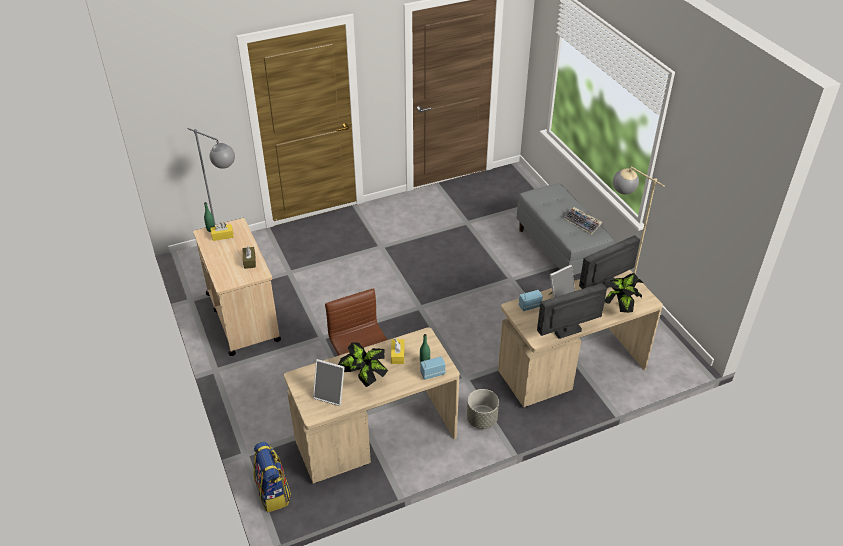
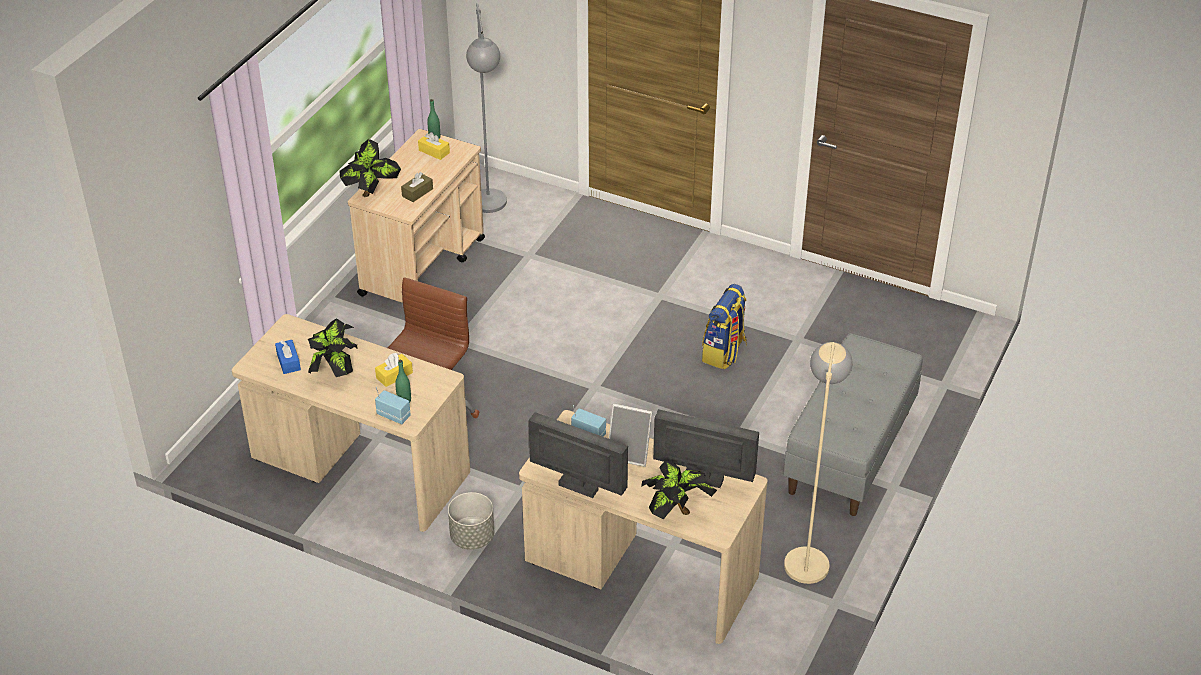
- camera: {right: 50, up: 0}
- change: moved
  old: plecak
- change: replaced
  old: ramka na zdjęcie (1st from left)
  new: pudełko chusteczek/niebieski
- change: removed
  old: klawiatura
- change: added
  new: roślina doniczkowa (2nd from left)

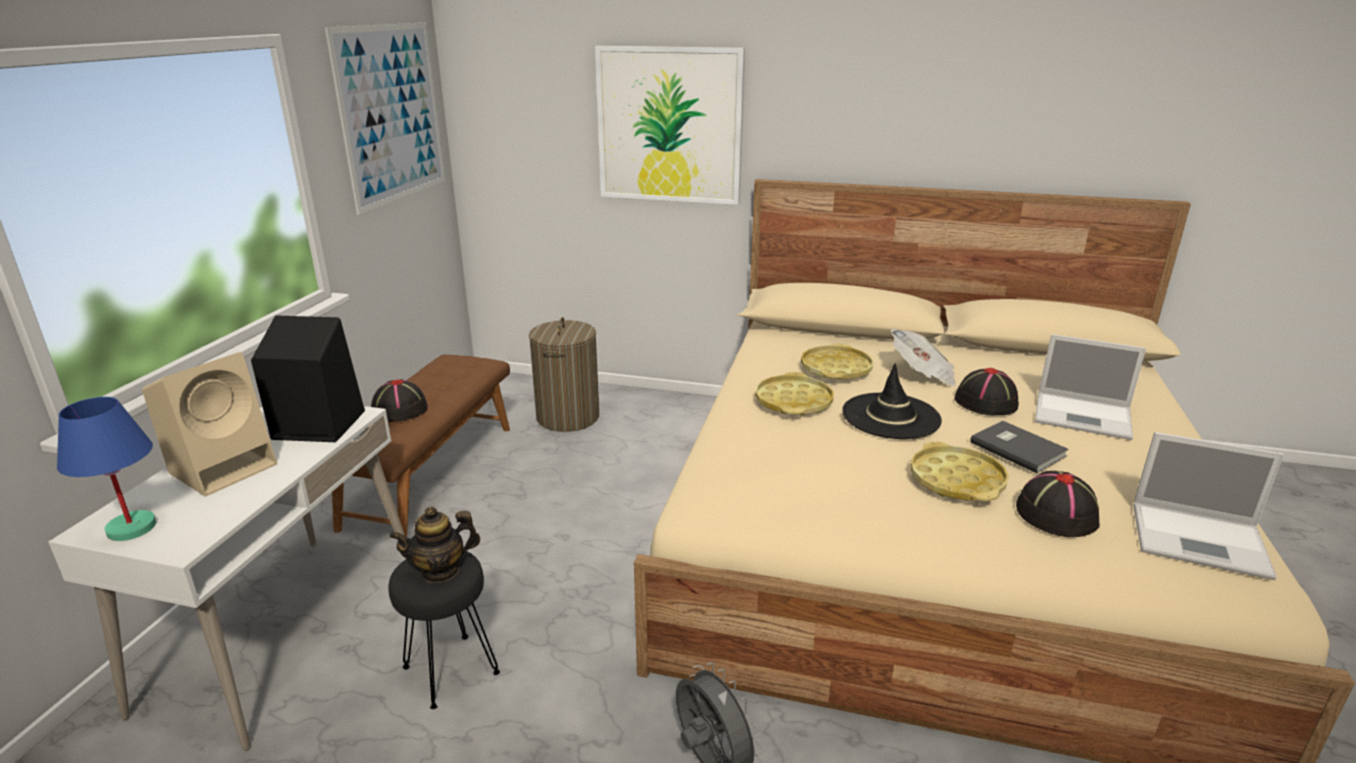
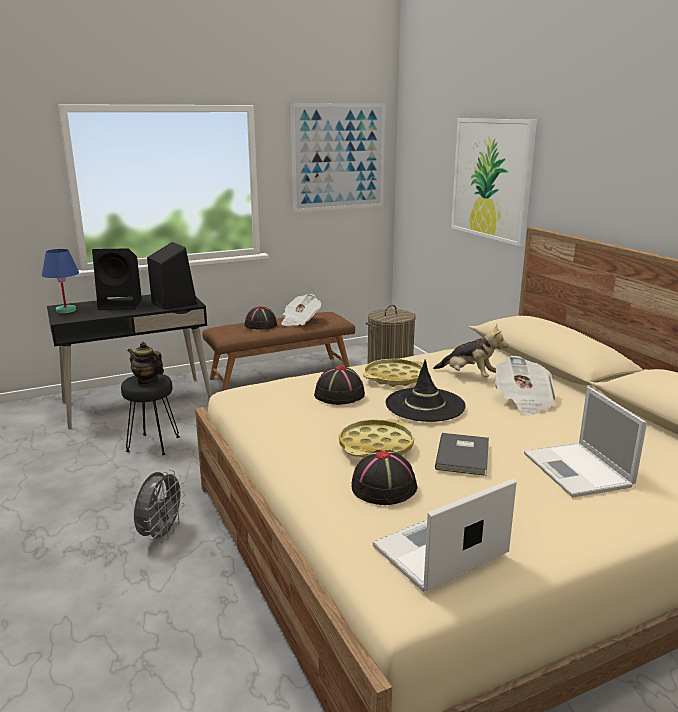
- camera: {right: 50, up: -5}
- change: recoloured
  old: biurko/biały
  new: biurko/czarny
- change: recoloured
  old: głośnik/beżowy
  new: głośnik/czarny (1st from left)
- change: replaced
  old: taca/żółty (2nd from left)
  new: pluszak
- change: moved
  old: kapelusz/czarny (3rd from left in the first image)
  new: kapelusz/czarny (2nd from left)
- change: turned
  old: laptop (2nd from left in the first image)
  degrees: 75
- change: added
  new: gazeta (1st from left)

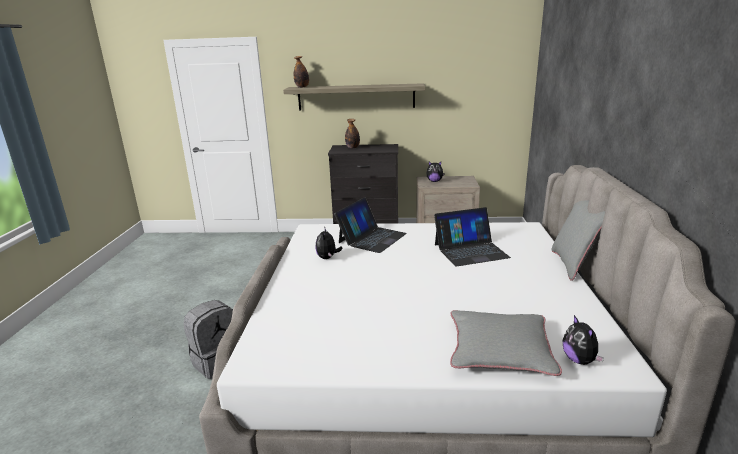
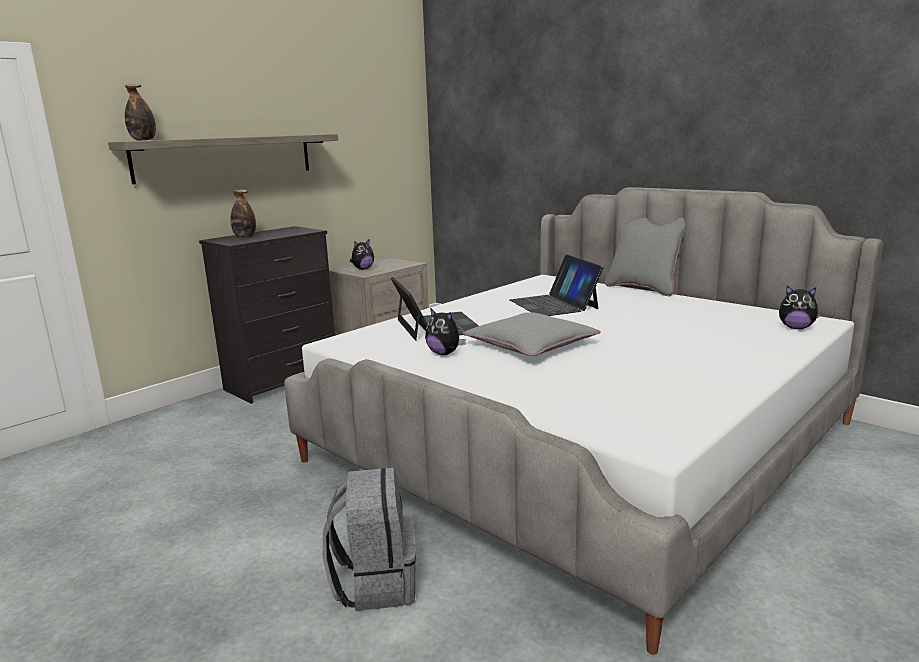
- camera: {right: -50, up: -5}
- change: turned
  old: laptop (2nd from left)
  degrees: 135
- change: moved
  old: poduszka/szary (1st from left)

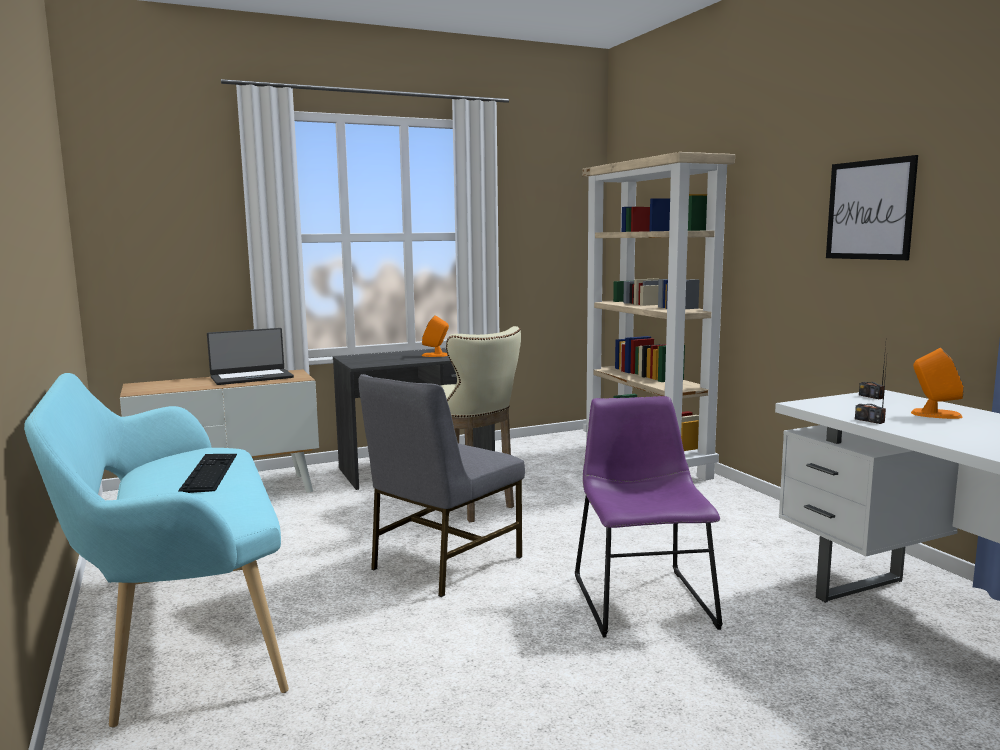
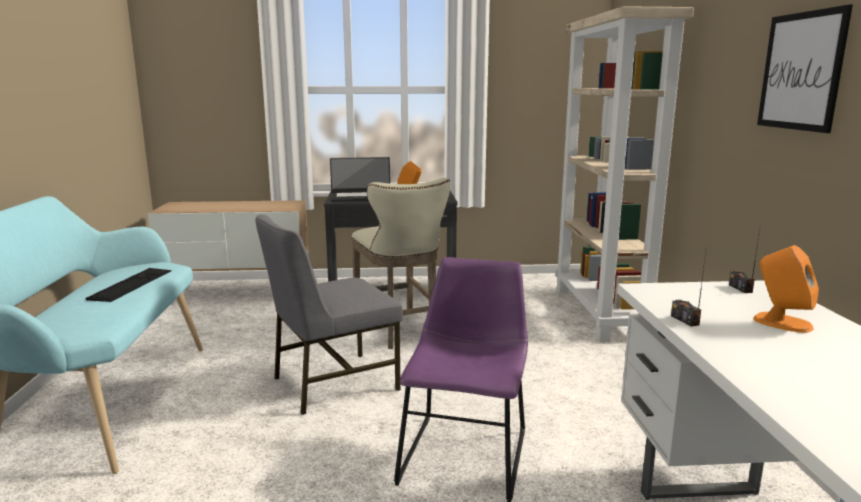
- camera: {right: 20, up: 5}
- change: moved
  old: laptop

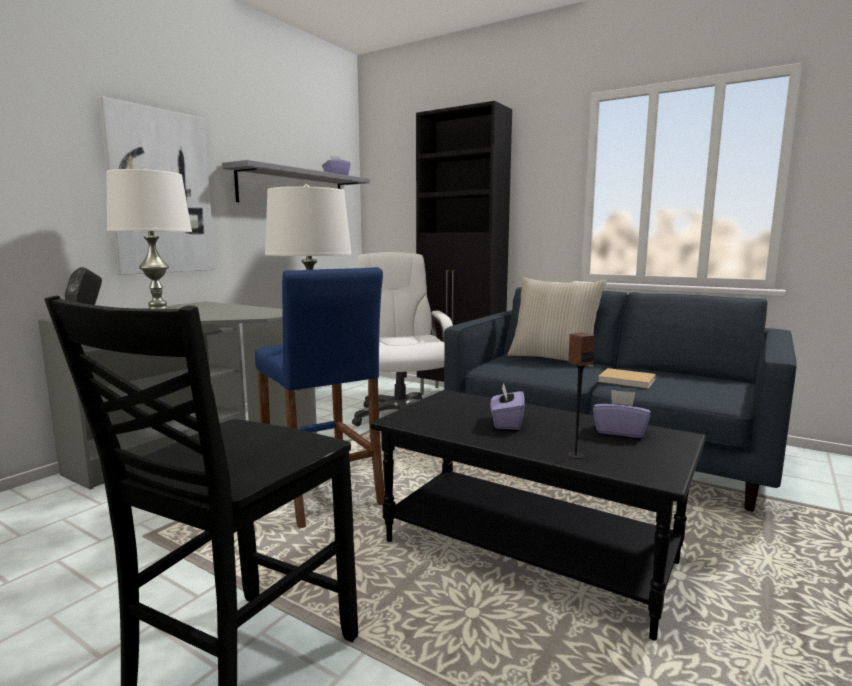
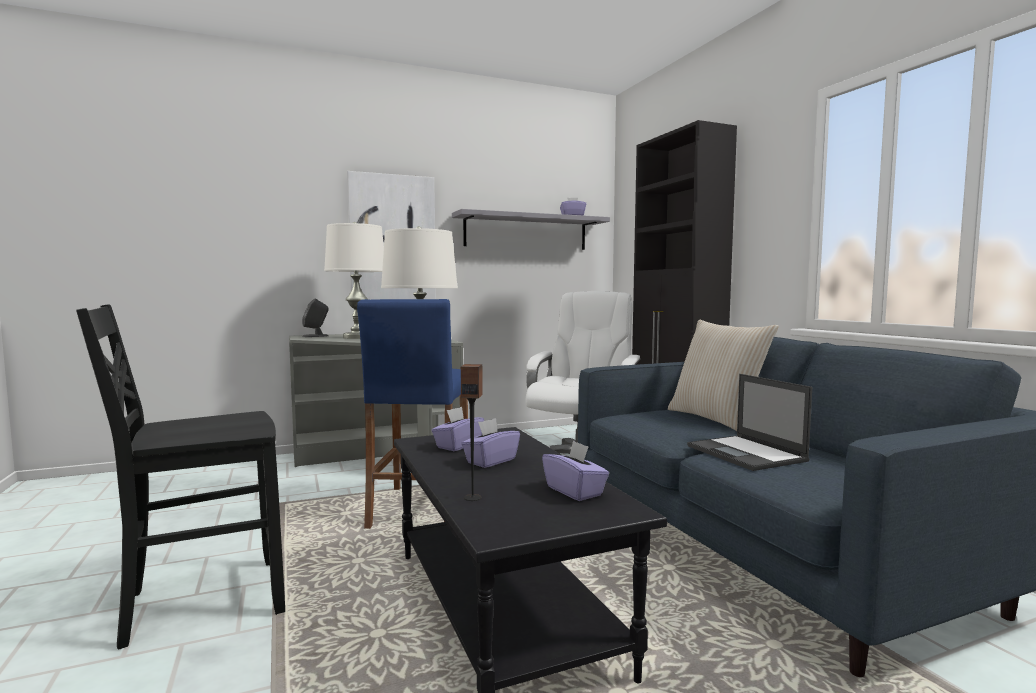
- camera: {right: 35, up: -5}
- change: replaced
  old: książka/beżowy
  new: laptop
- change: added
  new: pudełko chusteczek/fioletowy (1st from left)

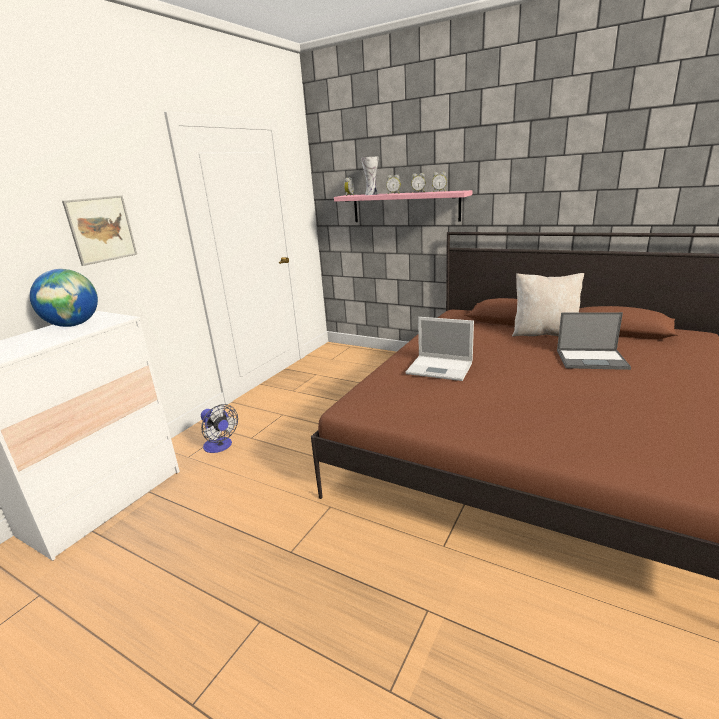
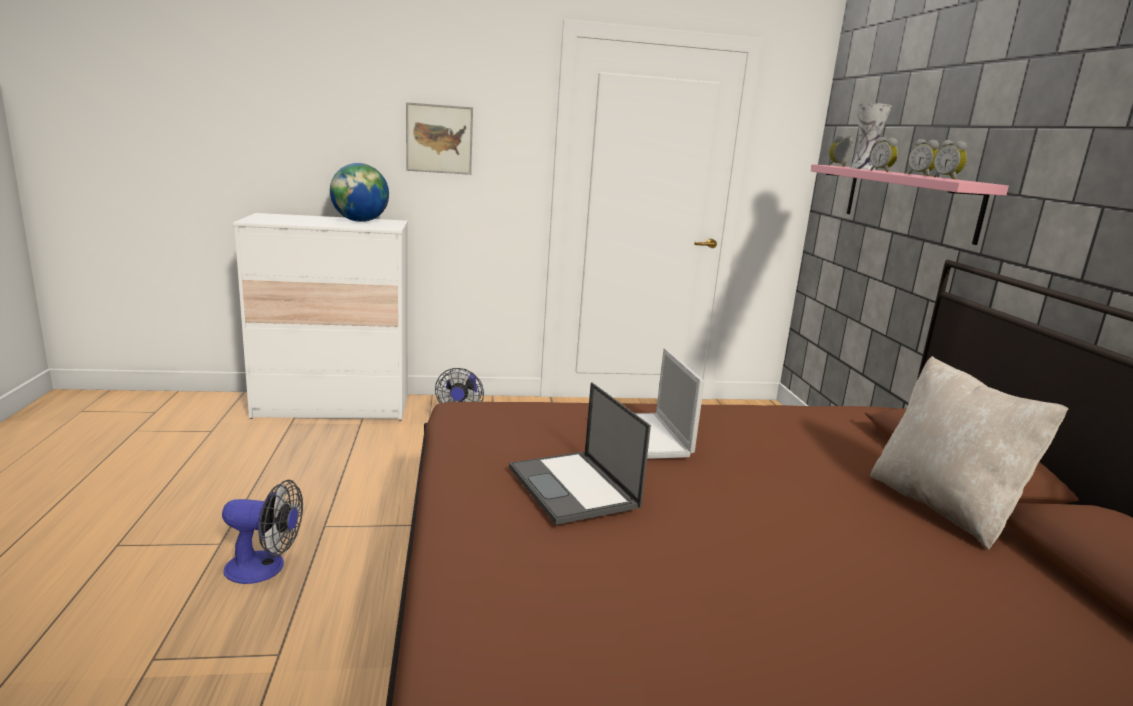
- camera: {right: 50, up: -5}
- change: moved
  old: laptop (2nd from left in the first image)
  new: laptop (1st from left)
- change: added
  new: wentylator (1st from left)

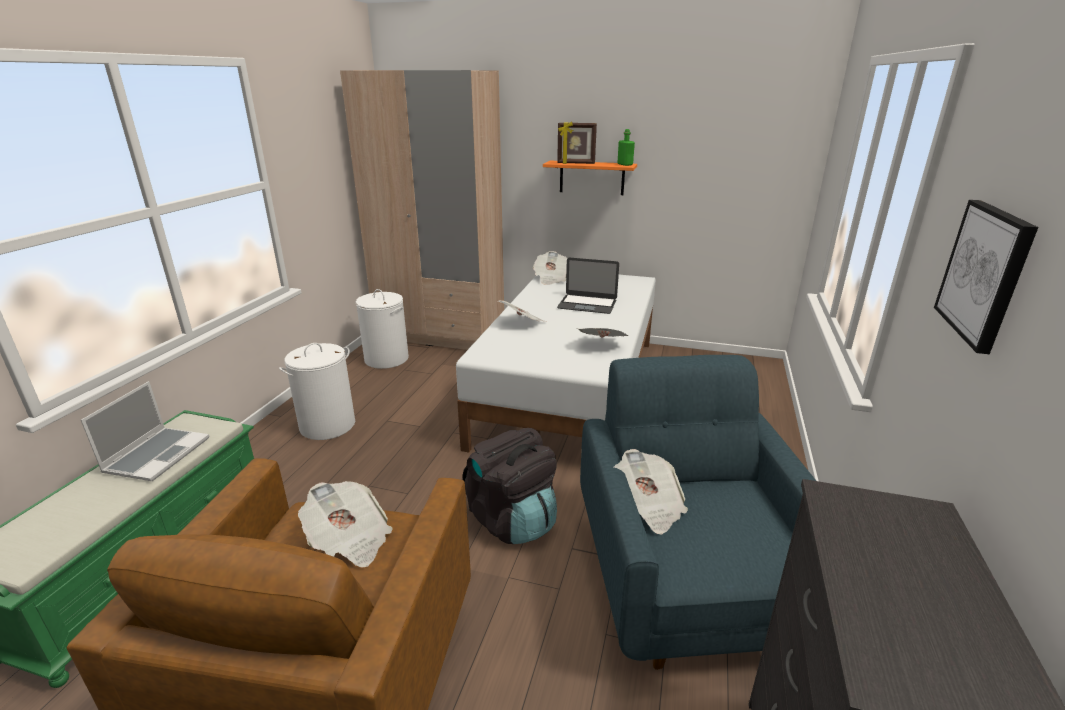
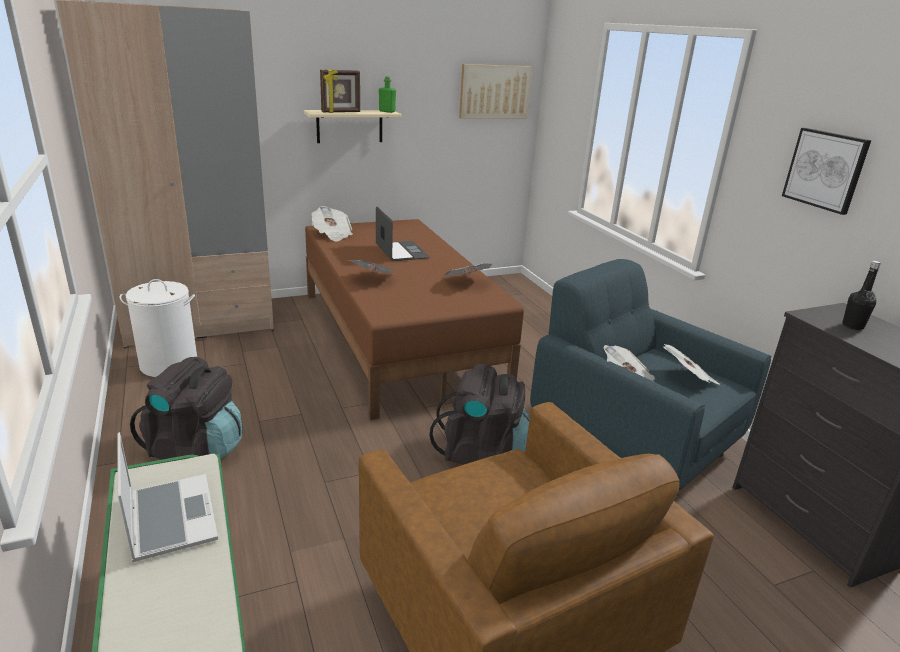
- camera: {right: -40, up: 0}
- change: replaced
  old: kosz na pranie/biały (1st from left)
  new: plecak/czarny (1st from left)
- change: moved
  old: gazeta (1st from left in the first image)
  new: gazeta (5th from left)
- change: recoloured
  old: łóżko/biały
  new: łóżko/brązowy
- change: recoloured
  old: półka/pomarańczowy
  new: półka/beżowy
- change: turned
  old: laptop (2nd from left)
  degrees: -90
- change: added
  new: obraz (1st from left)
- change: added
  new: butelka/czarny

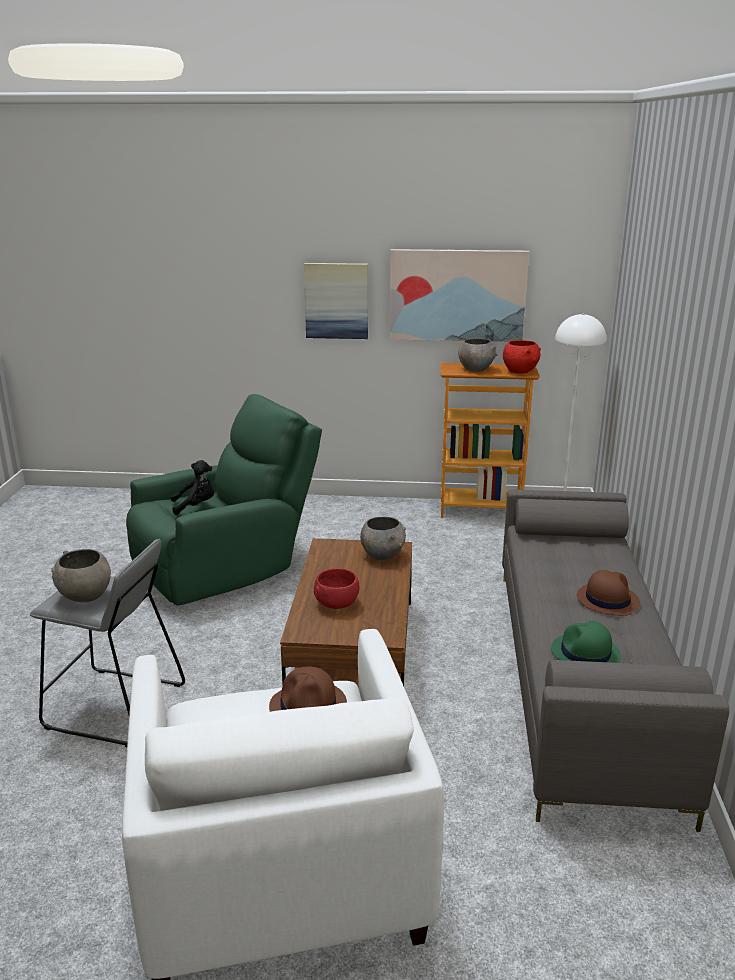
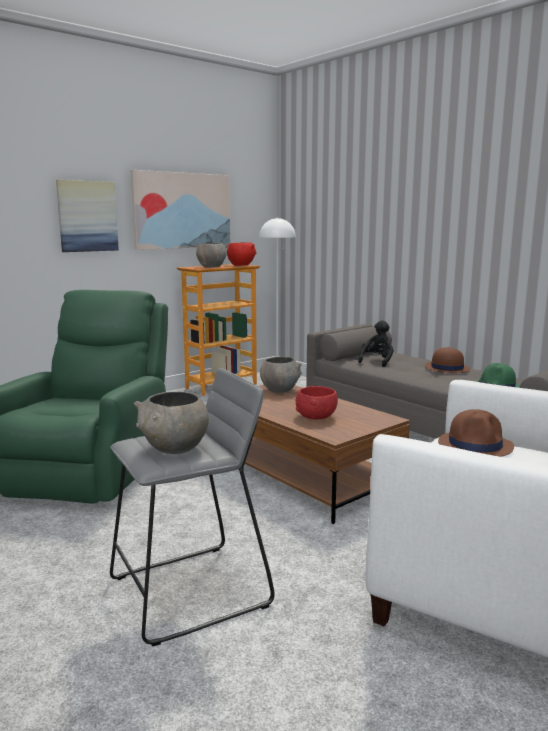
- camera: {right: -45, up: -10}
- change: moved
  old: pluszak/czarny

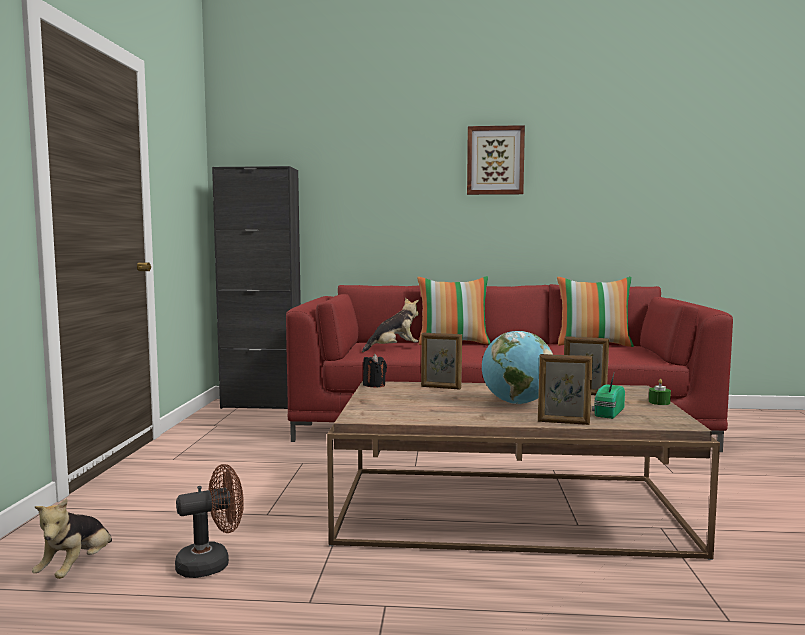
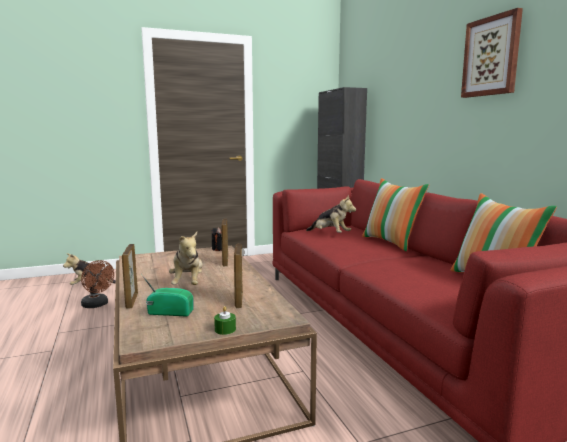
- camera: {right: 65, up: 5}
- change: replaced
  old: globus
  new: pluszak (2nd from left)

